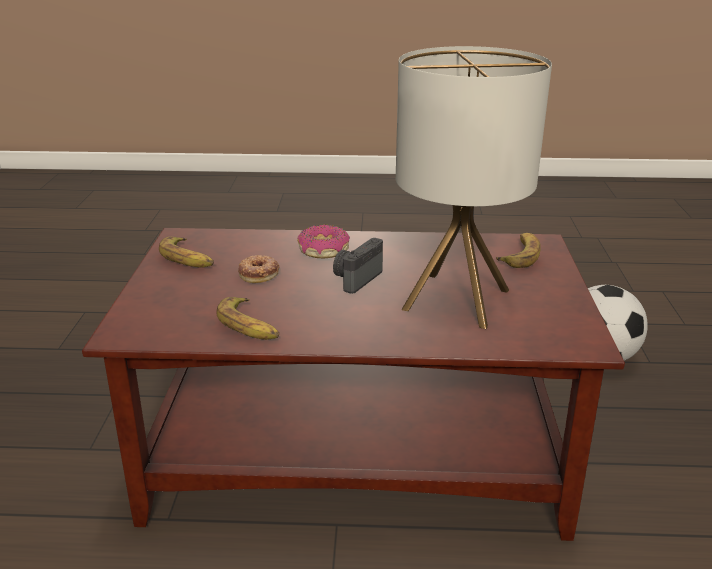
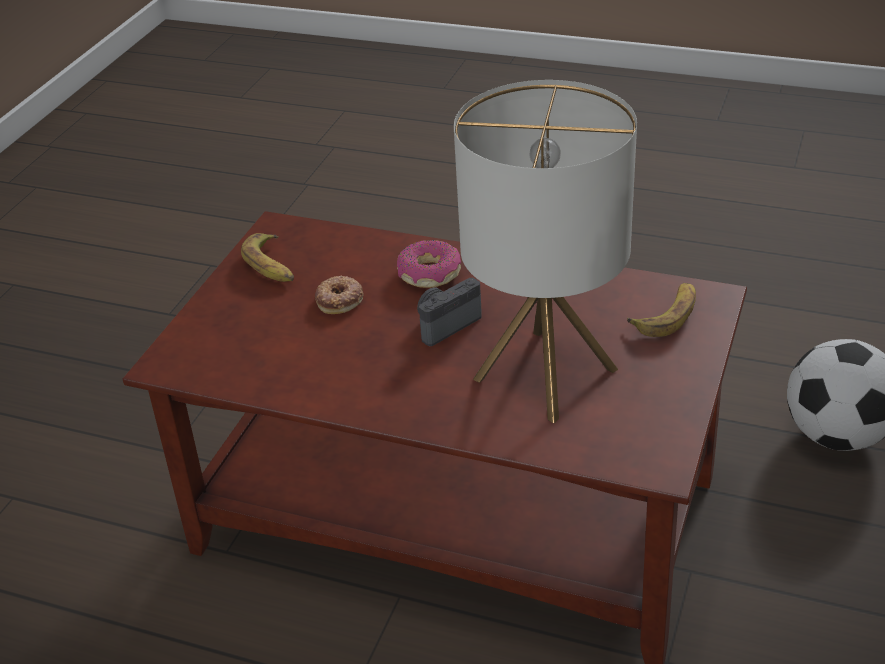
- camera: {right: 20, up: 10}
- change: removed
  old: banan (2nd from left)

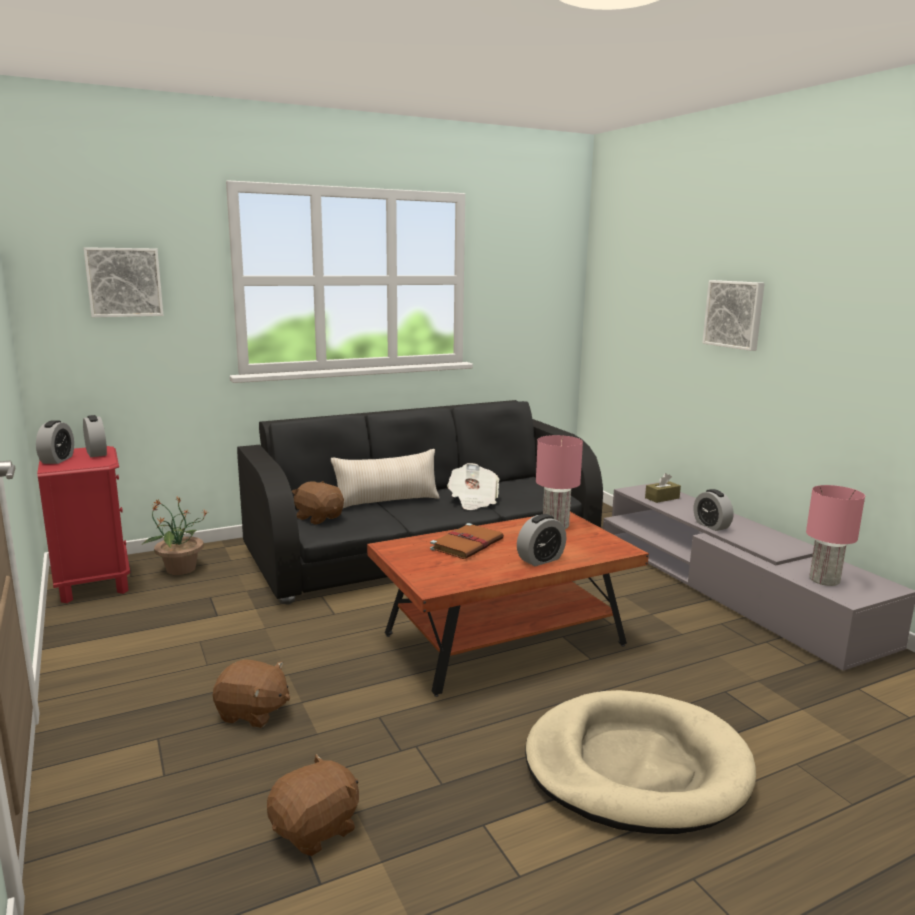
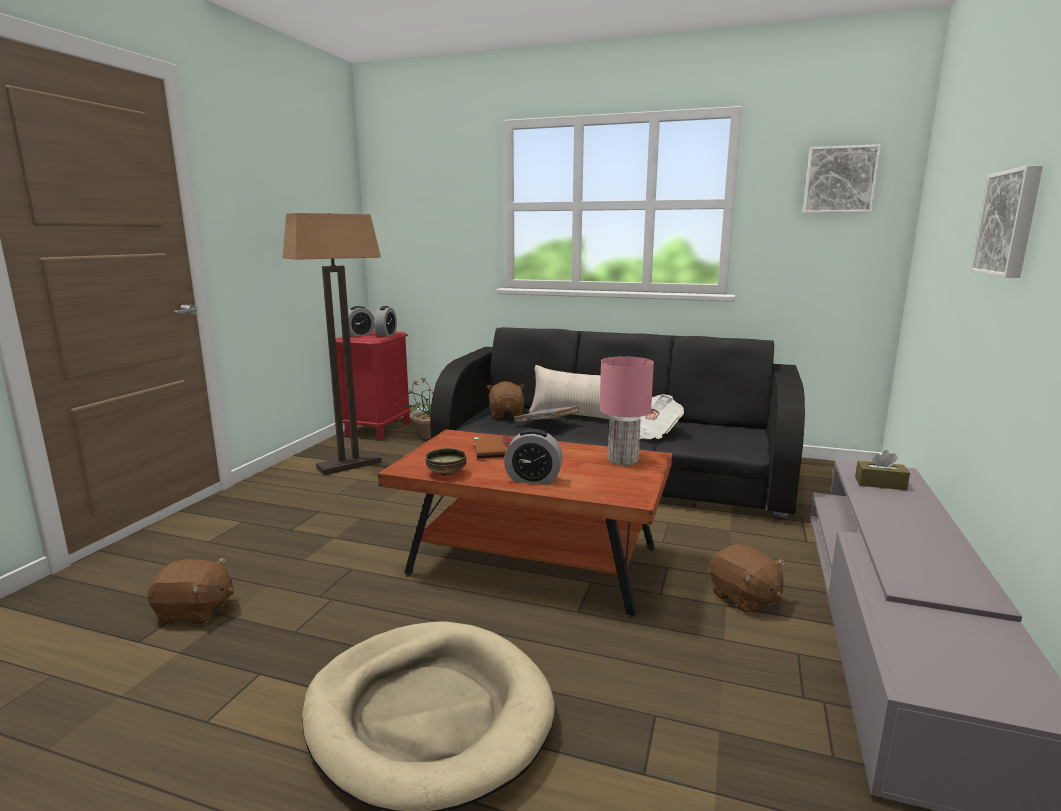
- camera: {right: 45, up: 0}
- change: moved
  old: obraz (1st from left)
- change: moved
  old: pluszak/brązowy (1st from left in the first image)
  new: pluszak/brązowy (3rd from left)
- change: removed
  old: budzik (4th from left)
- change: removed
  old: lampa stołowa/różowy (2nd from left)
- change: added
  new: lampa stojąca
- change: added
  new: miska
- change: added
  new: książka/szary

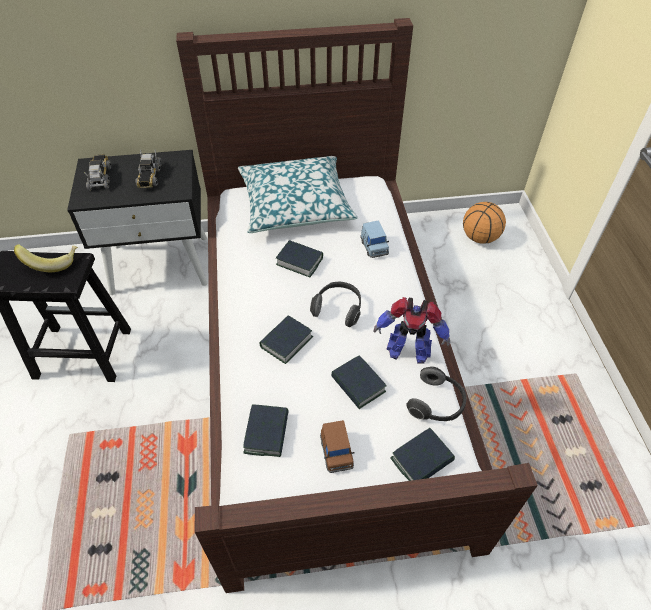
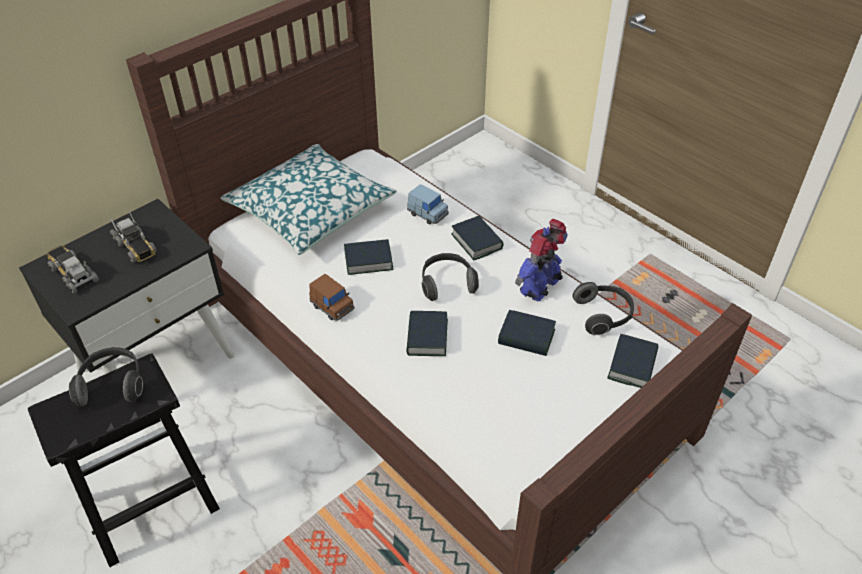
- camera: {right: -35, up: -5}
- change: replaced
  old: banan
  new: słuchawki (1st from left)
- change: moved
  old: książka (1st from left in the first image)
  new: książka (3rd from left)
- change: moved
  old: samochodzik/brązowy
- change: turned
  old: robot zabawkowy
  degrees: 150
- change: removed
  old: piłka do koszykówki

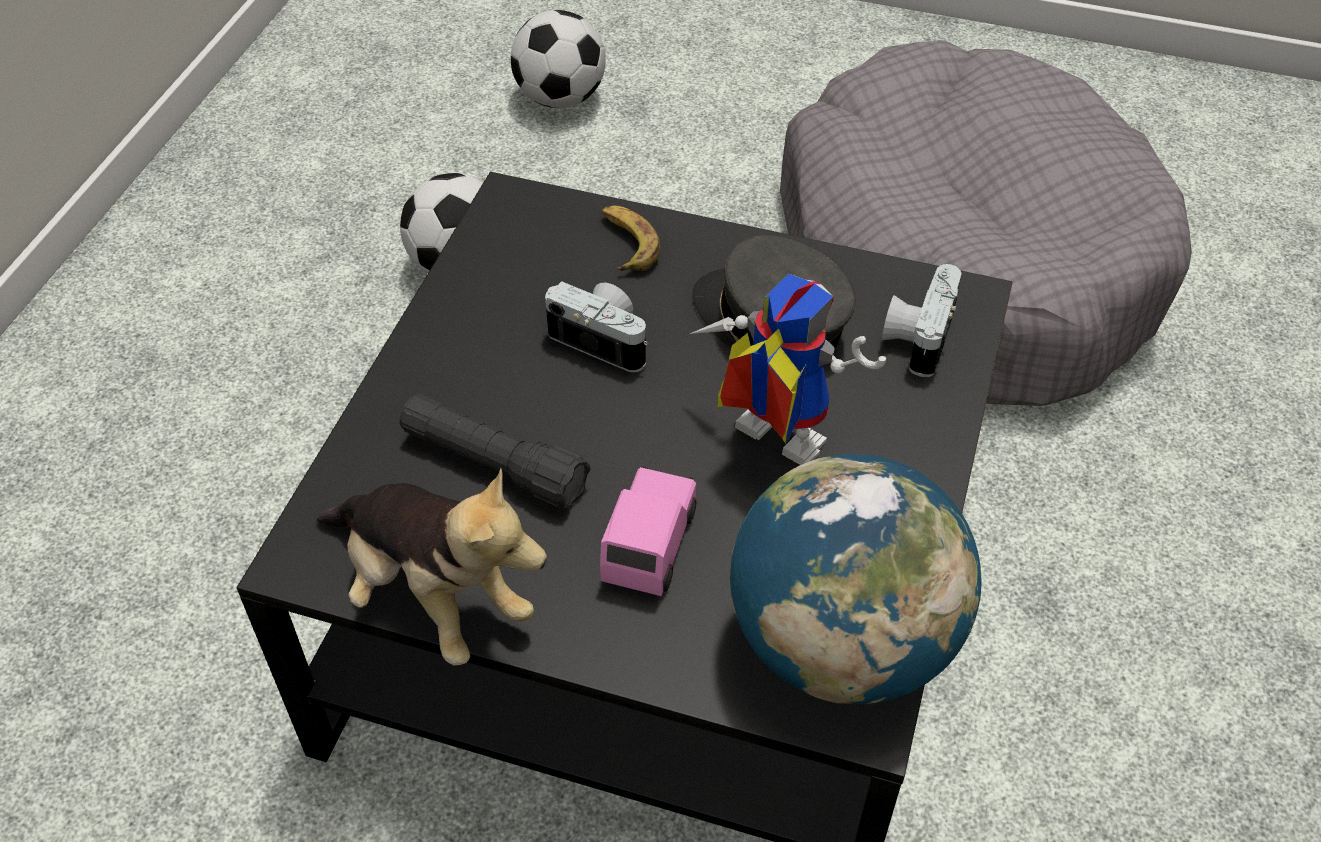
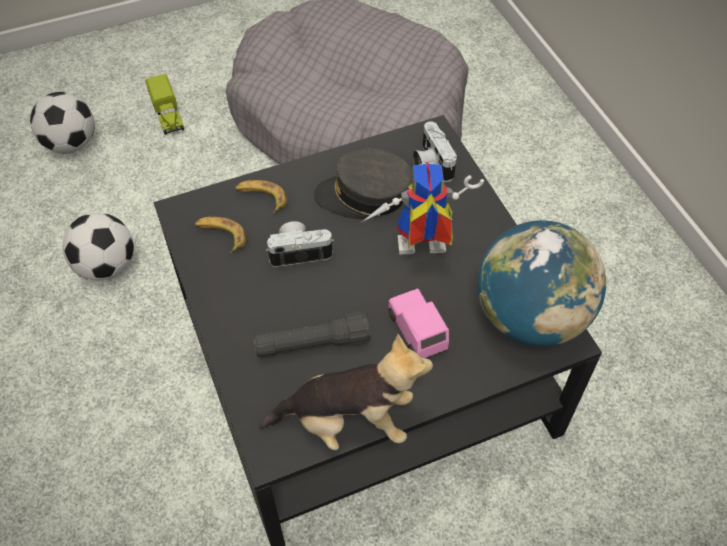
- camera: {right: -40, up: 5}
- change: added
  new: ciężarówka zabawkowa
- change: added
  new: banan (1st from left)

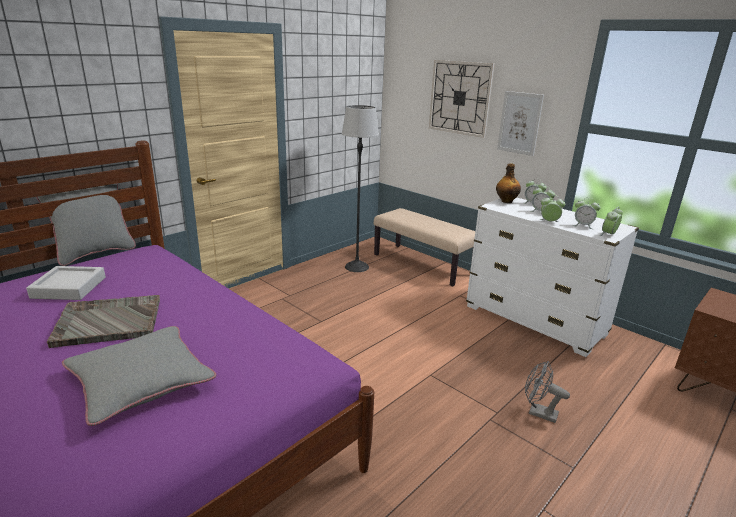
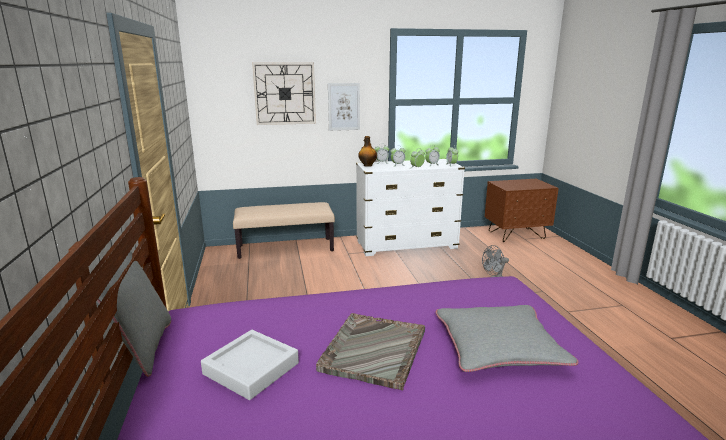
- camera: {right: -55, up: -5}
- change: removed
  old: lampa stojąca

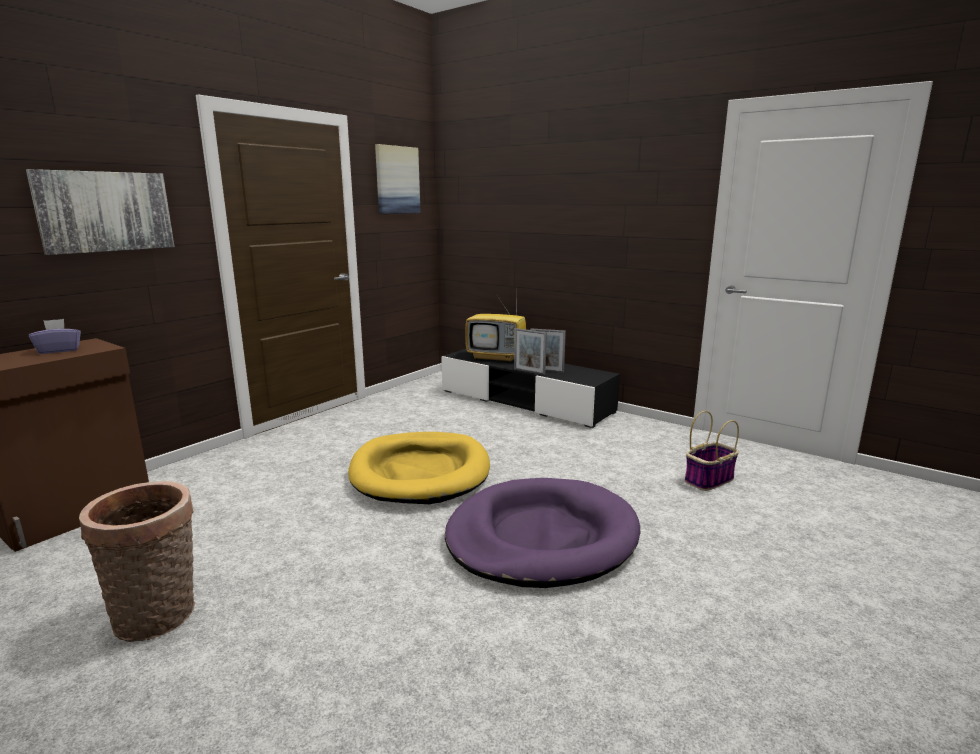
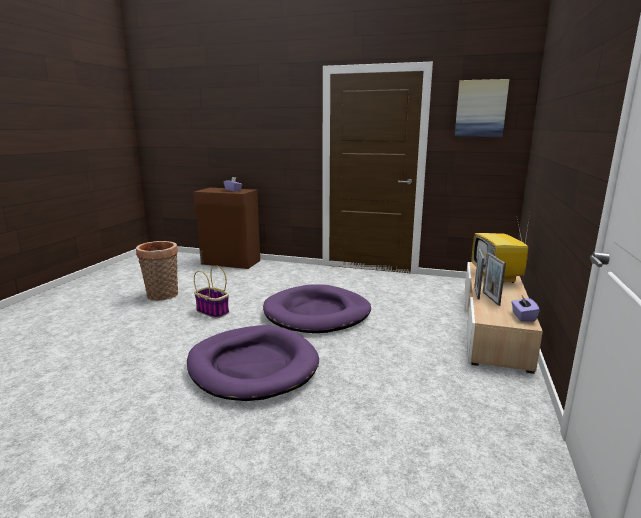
- camera: {right: 70, up: 0}
- change: removed
  old: obraz (1st from left)
- change: recoloured
  old: legowisko/żółty
  new: legowisko/fioletowy (2nd from left)
- change: recoloured
  old: szafka pod telewizor/czarny
  new: szafka pod telewizor/beżowy
- change: moved
  old: koszyk (2nd from left)
- change: added
  new: pudełko chusteczek/fioletowy (2nd from left)

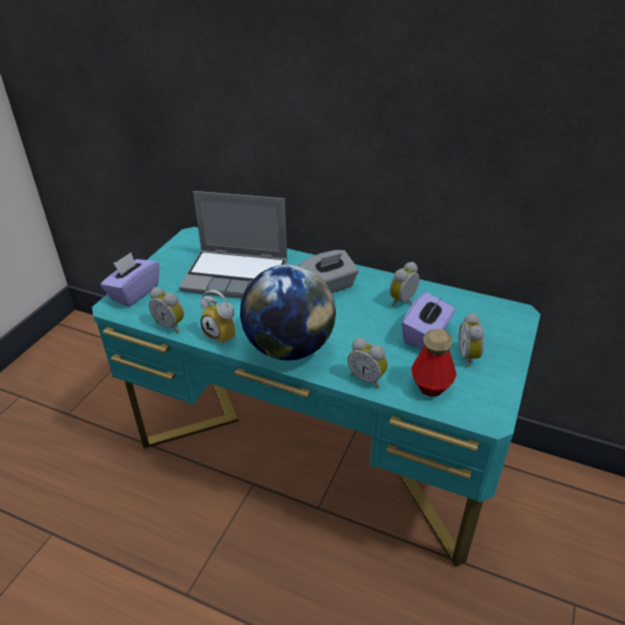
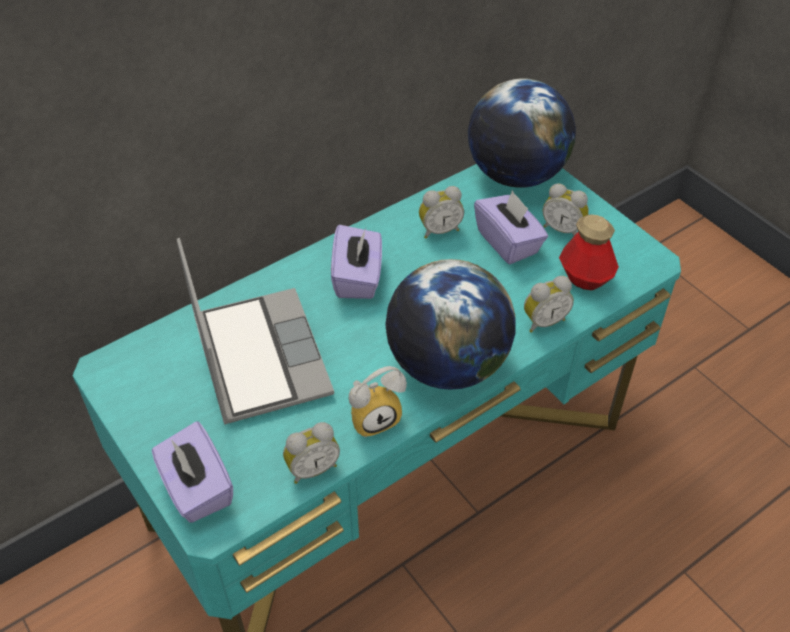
- camera: {right: -60, up: 10}
- change: turned
  old: laptop
  degrees: -60
- change: recoloured
  old: pudełko chusteczek/szary
  new: pudełko chusteczek/fioletowy (2nd from left)
- change: turned
  old: budzik (4th from left in the first image)
  degrees: -90
- change: added
  new: globus (2nd from left)

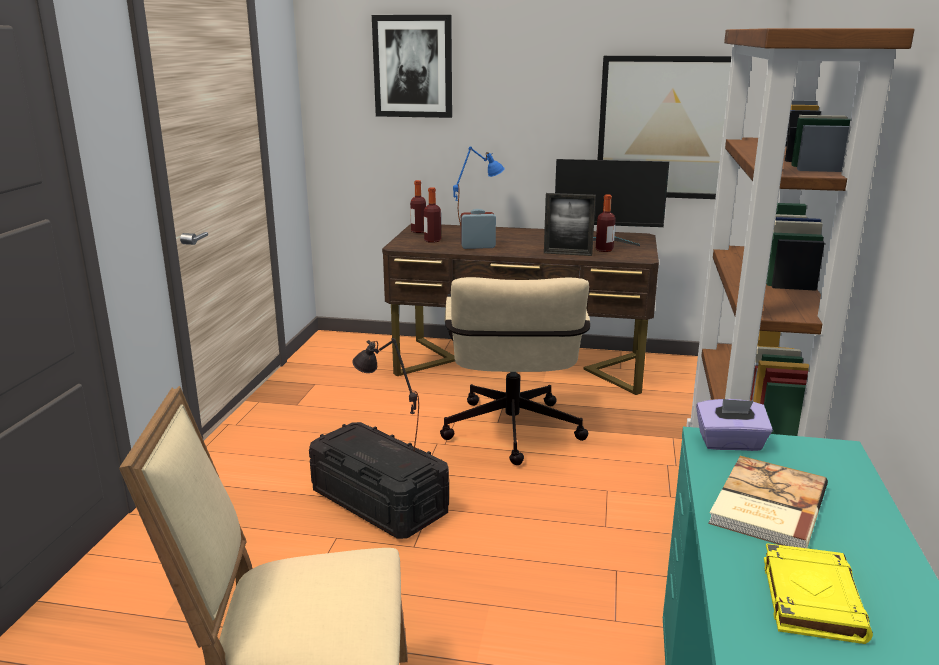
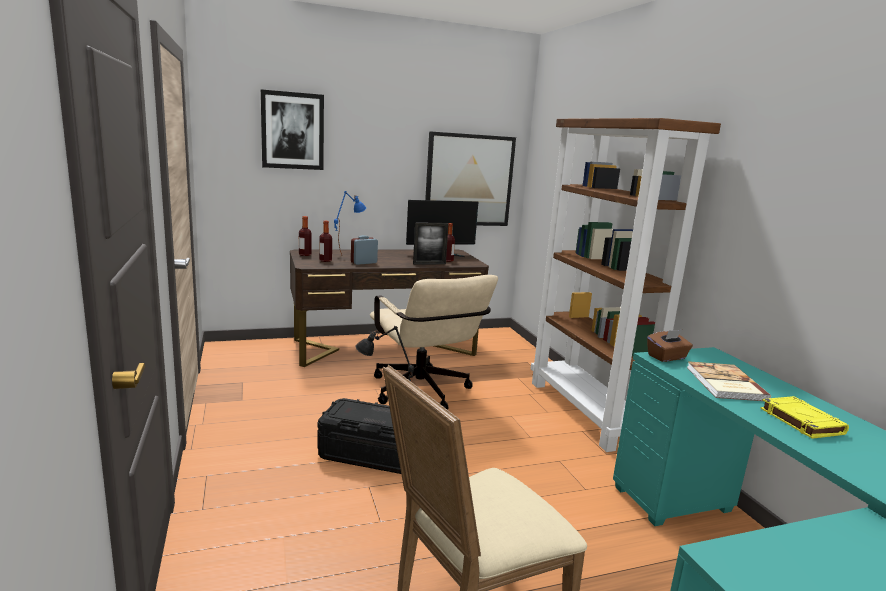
- camera: {right: -30, up: -5}
- change: recoloured
  old: pudełko chusteczek/fioletowy
  new: pudełko chusteczek/brązowy

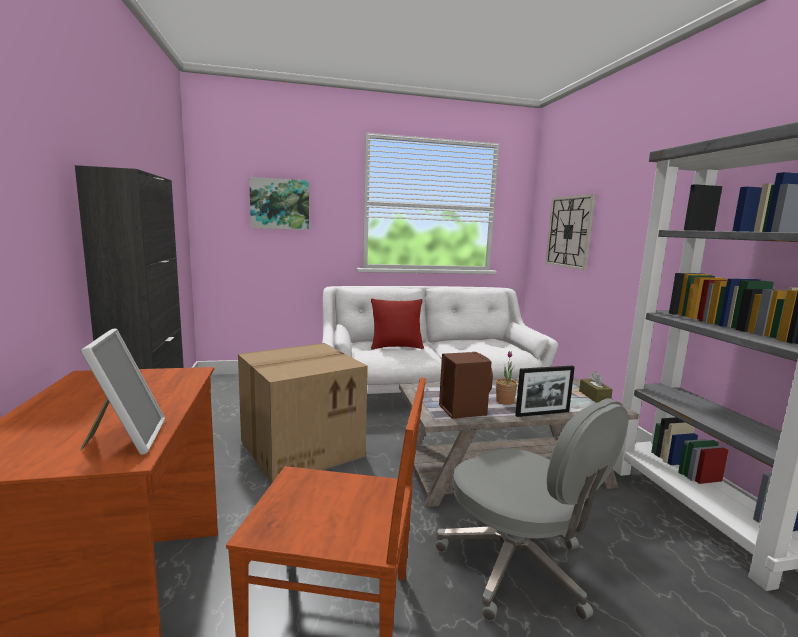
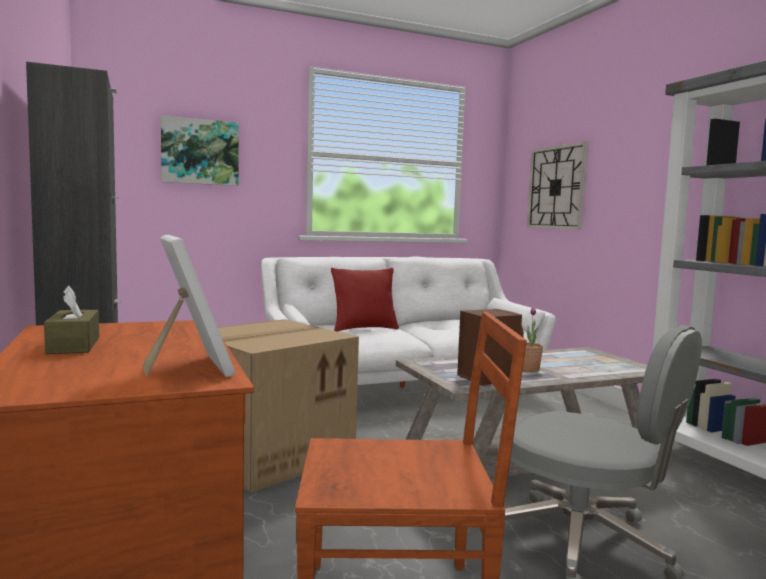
- camera: {right: -10, up: -5}
- change: removed
  old: ramka na zdjęcie (2nd from left)
- change: moved
  old: pudełko chusteczek/brązowy

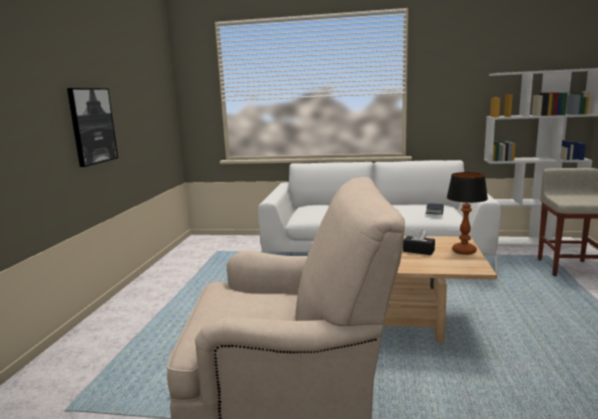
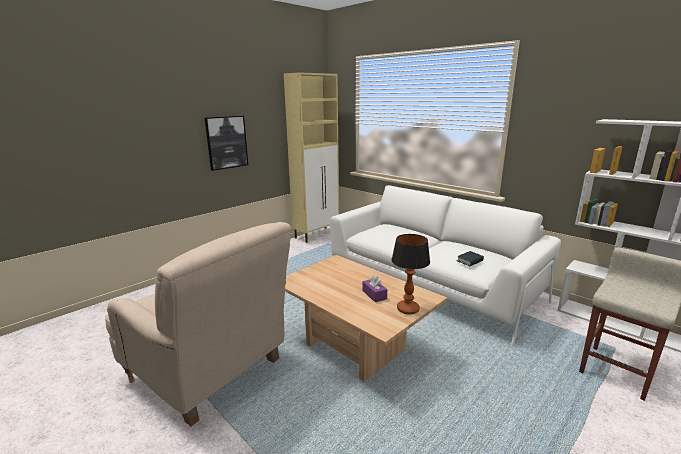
- camera: {right: 35, up: 5}
- change: recoloured
  old: pudełko chusteczek/czarny
  new: pudełko chusteczek/fioletowy
- change: added
  new: szafka/beżowy

